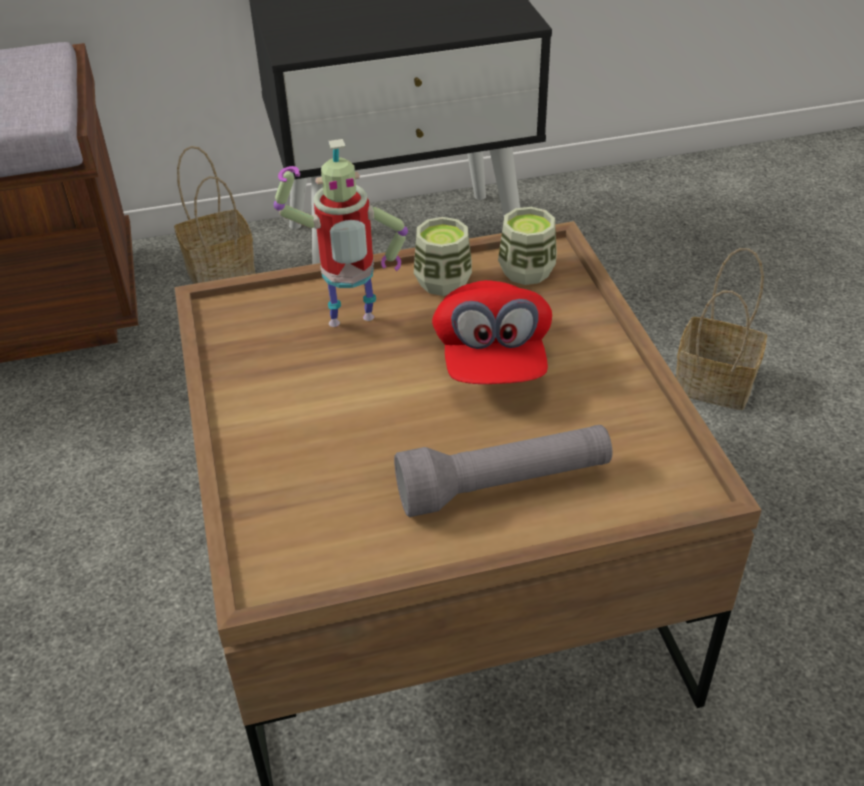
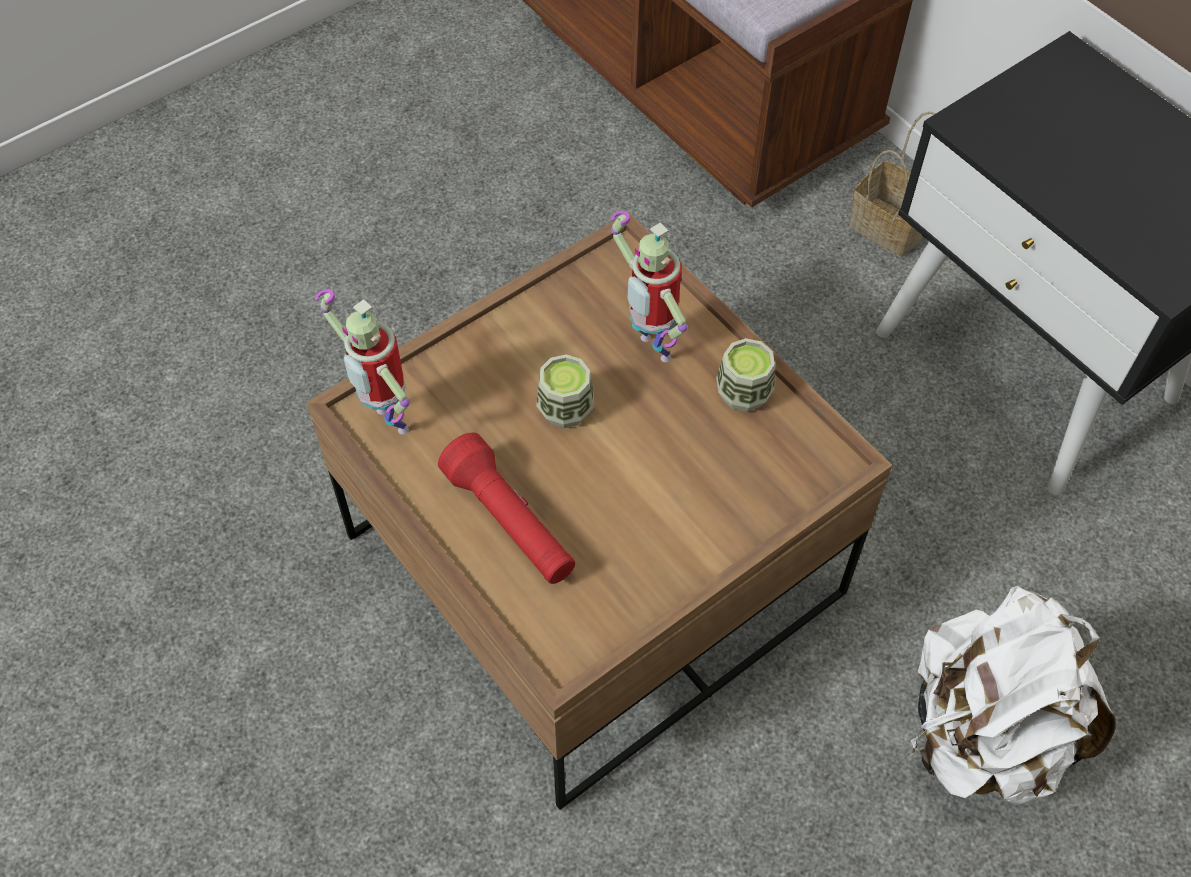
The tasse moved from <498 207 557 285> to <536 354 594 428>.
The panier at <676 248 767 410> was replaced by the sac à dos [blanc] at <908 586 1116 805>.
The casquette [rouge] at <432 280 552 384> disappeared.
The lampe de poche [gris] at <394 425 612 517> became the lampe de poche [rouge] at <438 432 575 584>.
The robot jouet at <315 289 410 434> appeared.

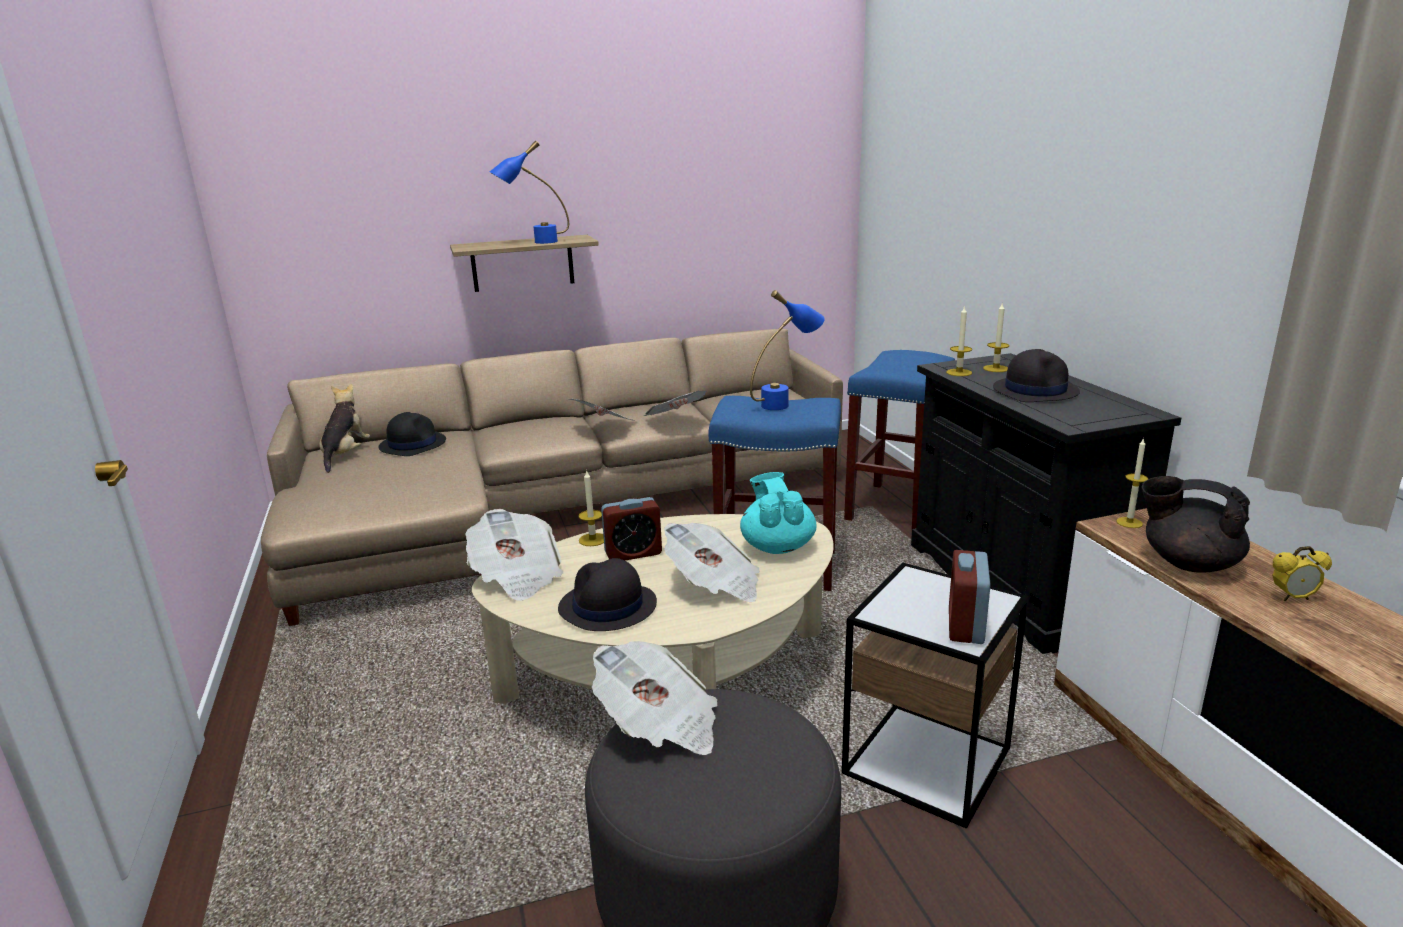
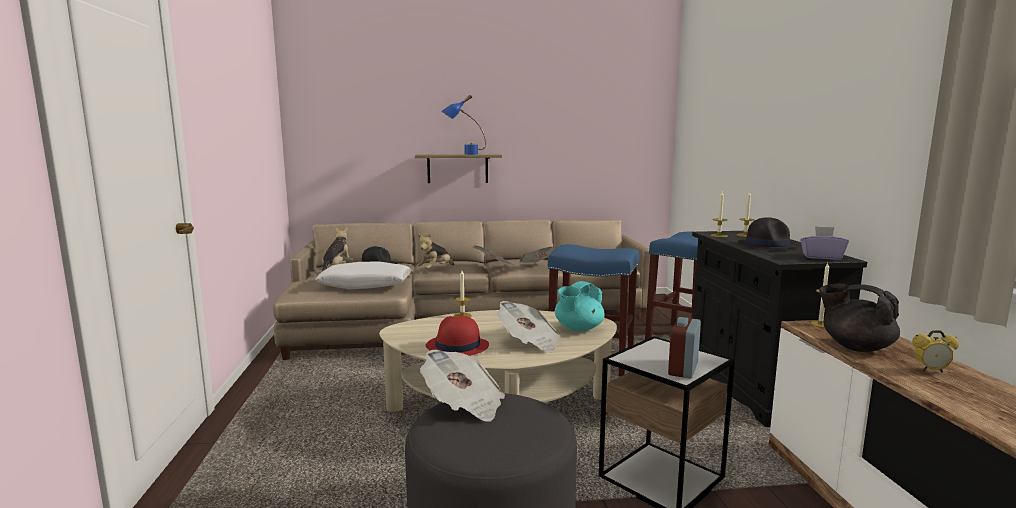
The lampe de table [bleu] at <750 290 825 410> disappeared.
The théière [turquoise] at <740 472 817 554> turned 135 degrees counterclockwise.
The réveil at <601 497 662 561> disappeared.
The journal at <465 509 563 601> disappeared.
The chapeau [noir] at <558 558 657 631> became the chapeau [rouge] at <425 316 489 356>.
The boîte à mouchoirs [violet] at <800 226 849 260> appeared.
The peluche at <417 233 454 269> appeared.
The coussin [blanc] at <315 261 411 289> appeared.

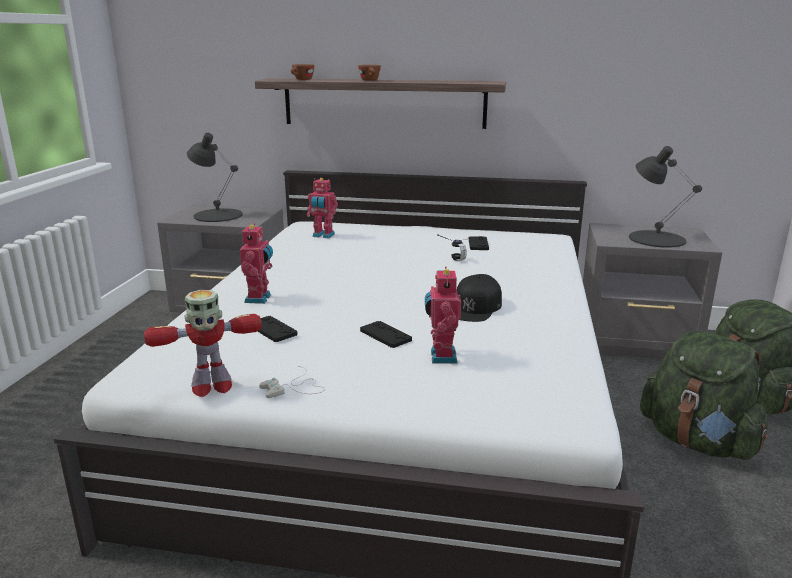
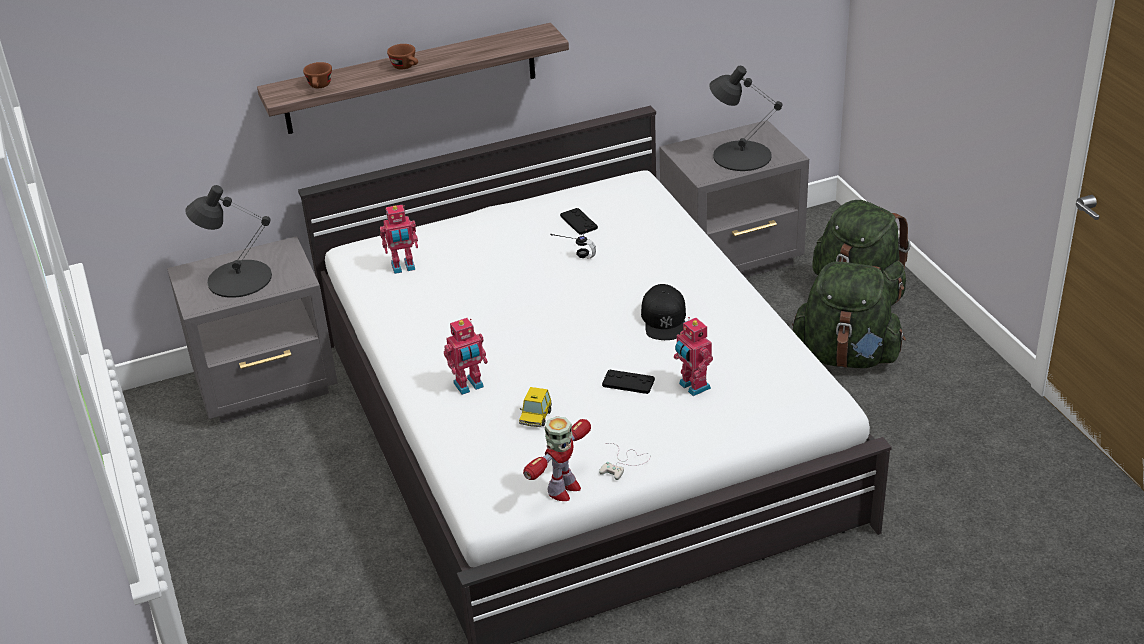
The robot jouet at <240 223 273 304> turned 90 degrees clockwise.
The manette [noir] at <257 316 297 342> was replaced by the petite voiture at <519 387 552 427>.

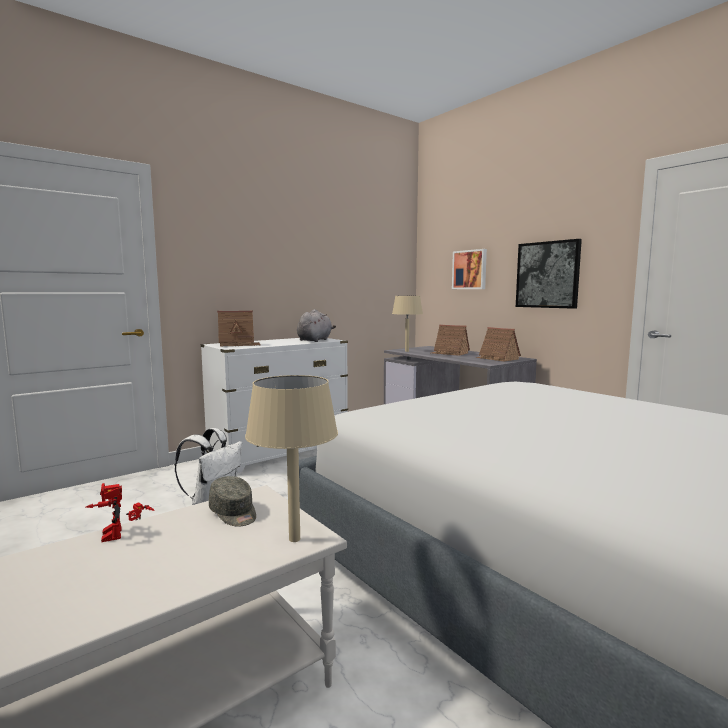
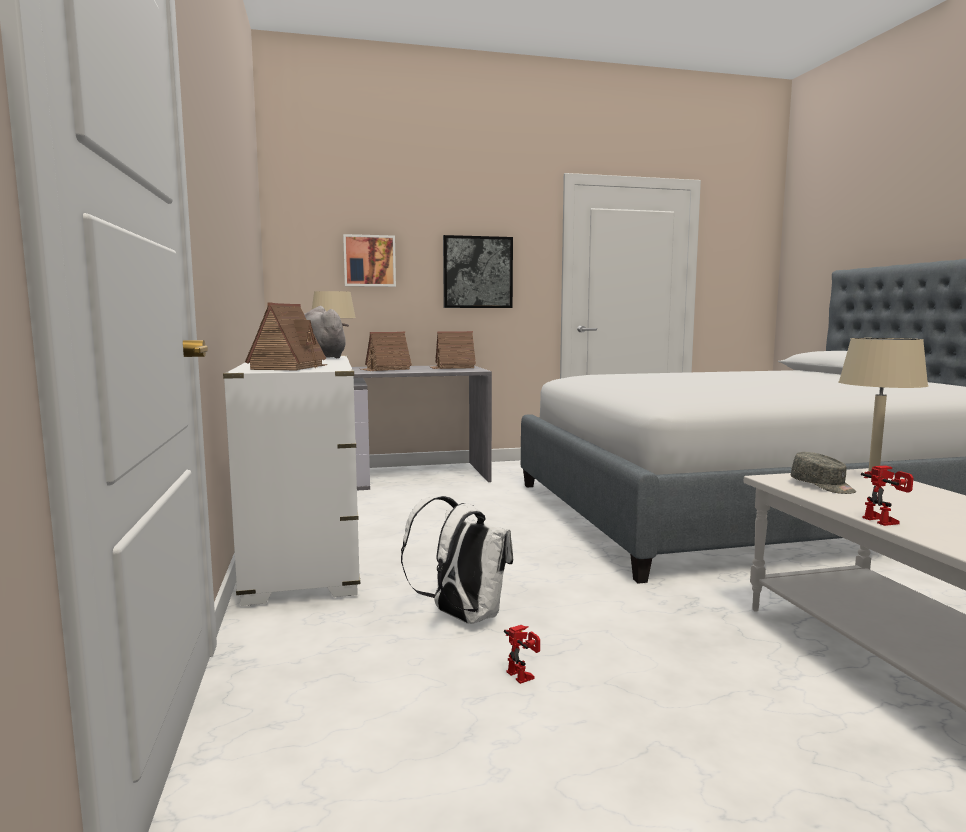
The casquette [gris] at <209 476 256 527> turned 75 degrees clockwise.
The robot jouet at <86 483 122 542> turned 105 degrees counterclockwise.

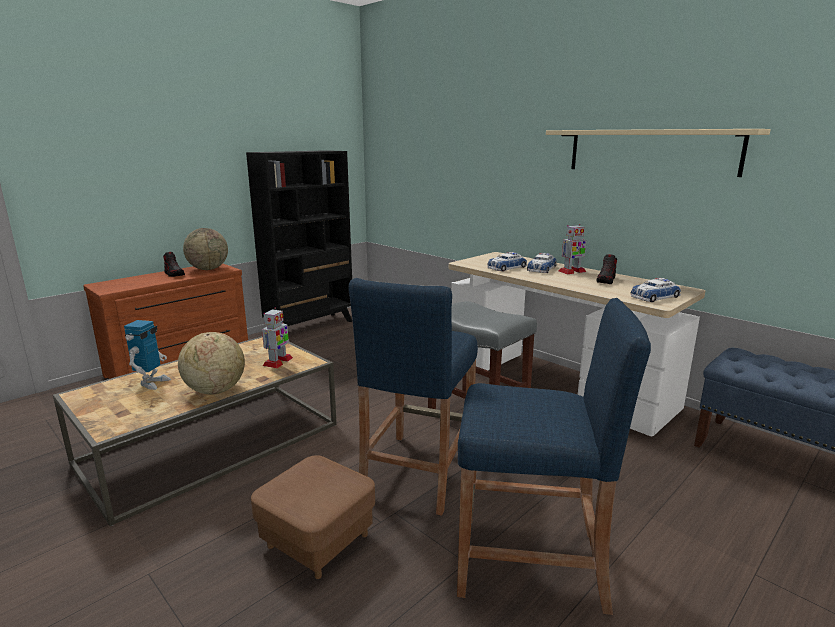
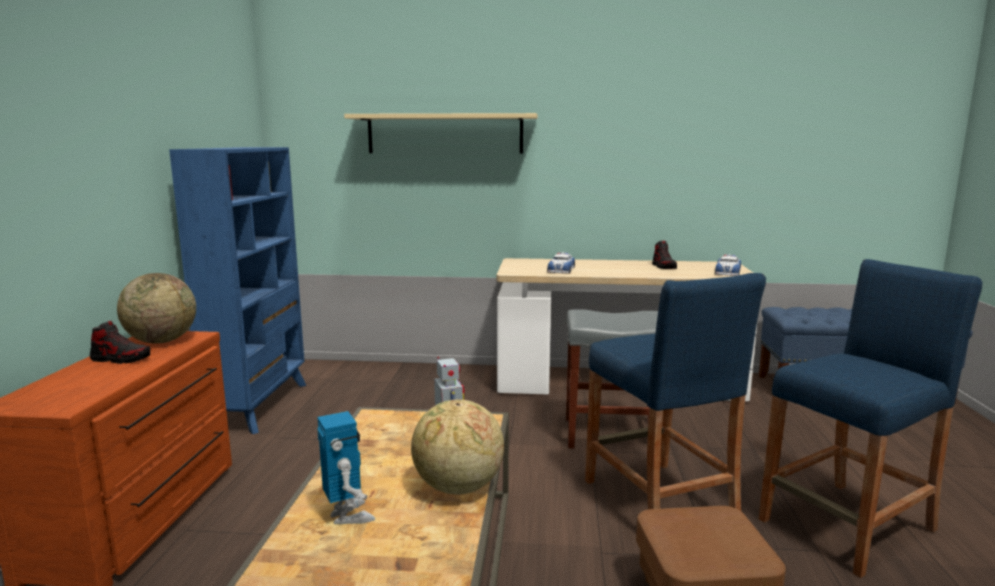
The étagère [beige] moved from <546 129 771 177> to <344 113 538 154>.
The bibliothèque [noir] at <246 150 352 326> became the bibliothèque [bleu] at <169 147 306 434>.
The robot jouet at <558 224 587 274> disappeared.
The petite voiture at <527 253 557 273> disappeared.

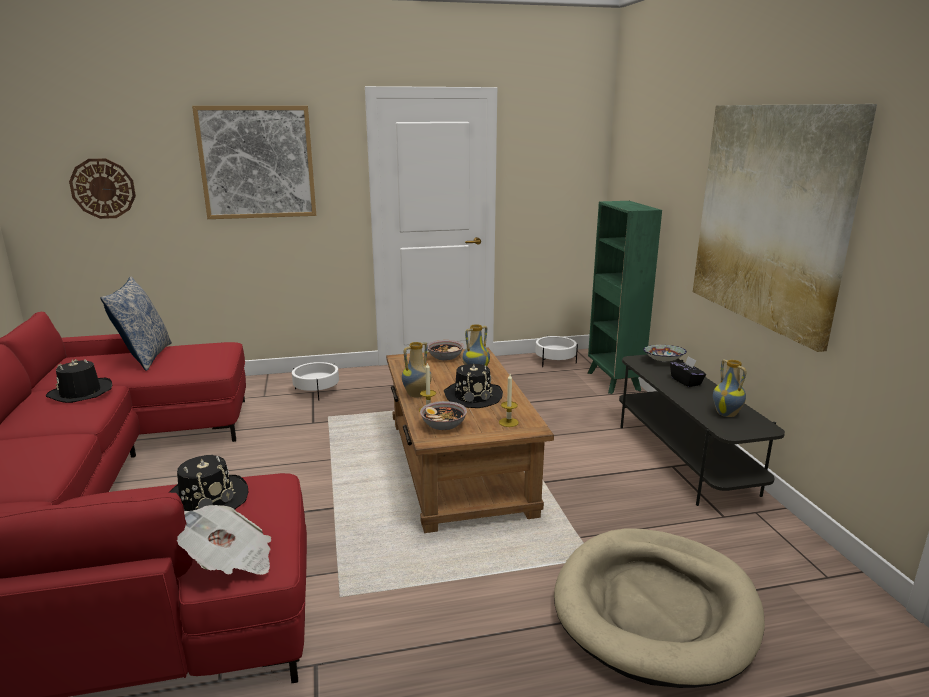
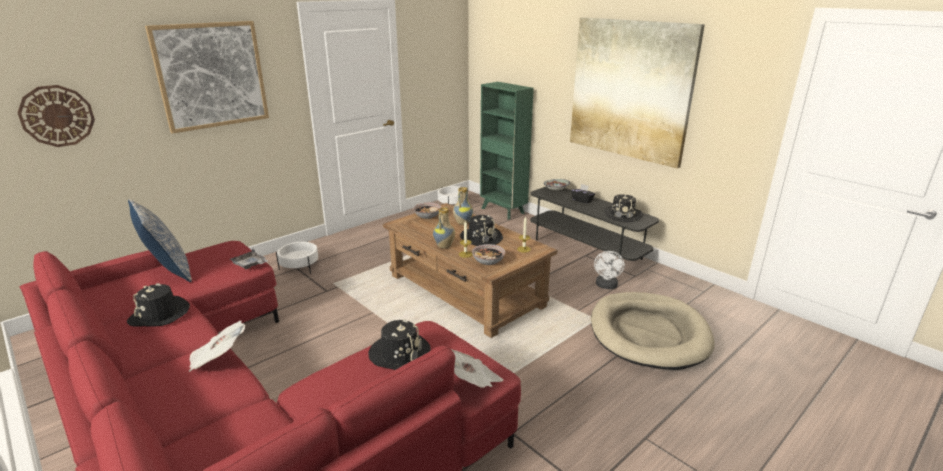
The vase at <713 359 746 417> was replaced by the chapeau [noir] at <604 194 643 222>.
The plateau [gris] at <229 249 268 269> appeared.
The ventilateur [blanc] at <594 251 625 289> appeared.
The journal at <189 320 245 372> appeared.

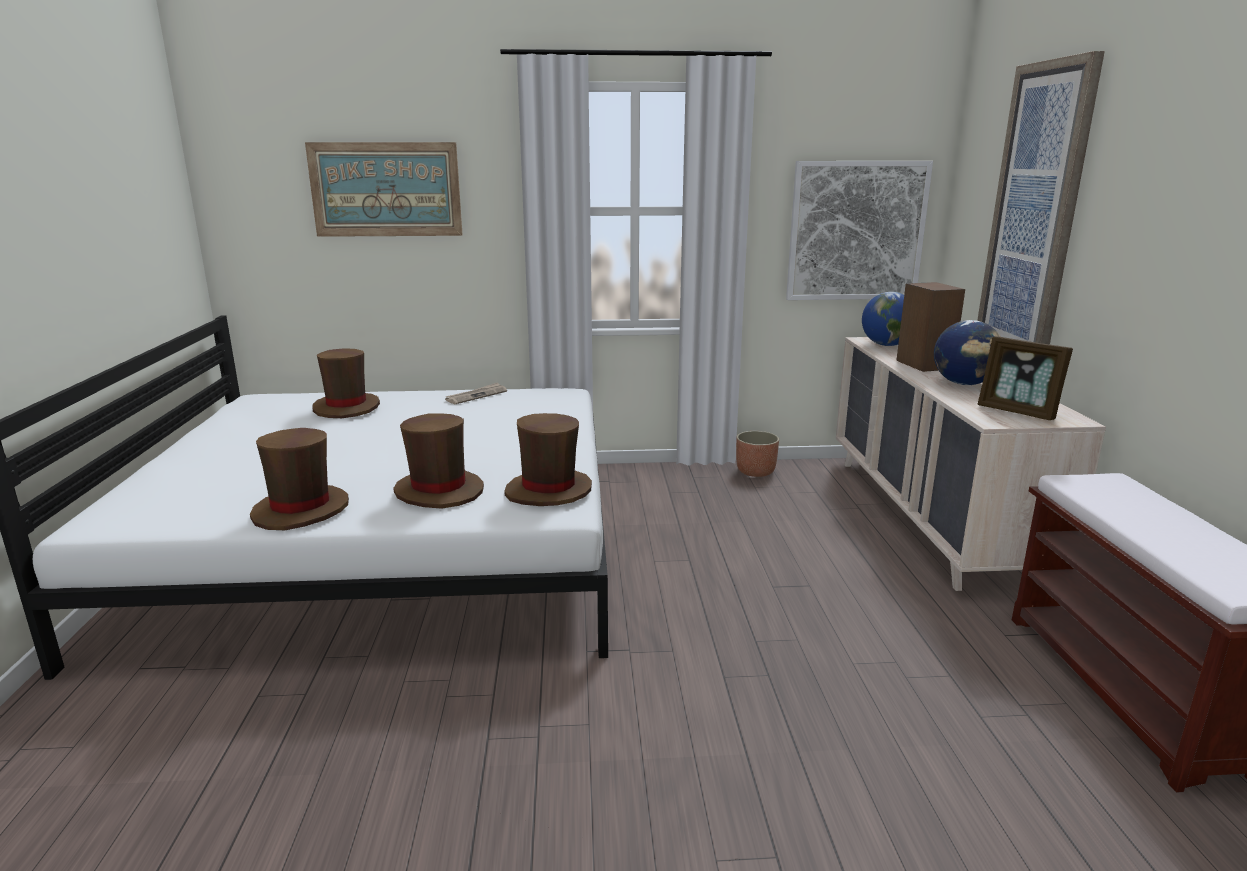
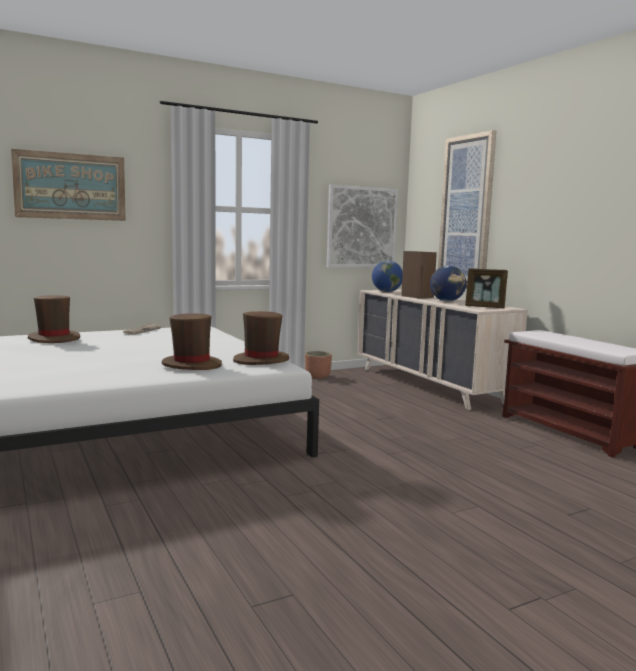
The chapeau [marron] at <250 428 349 530> disappeared.

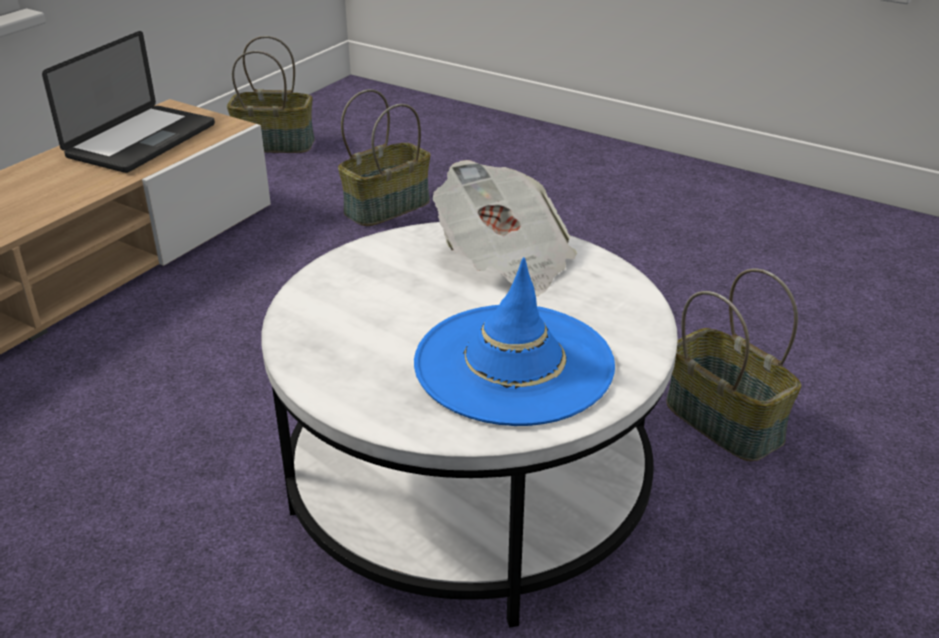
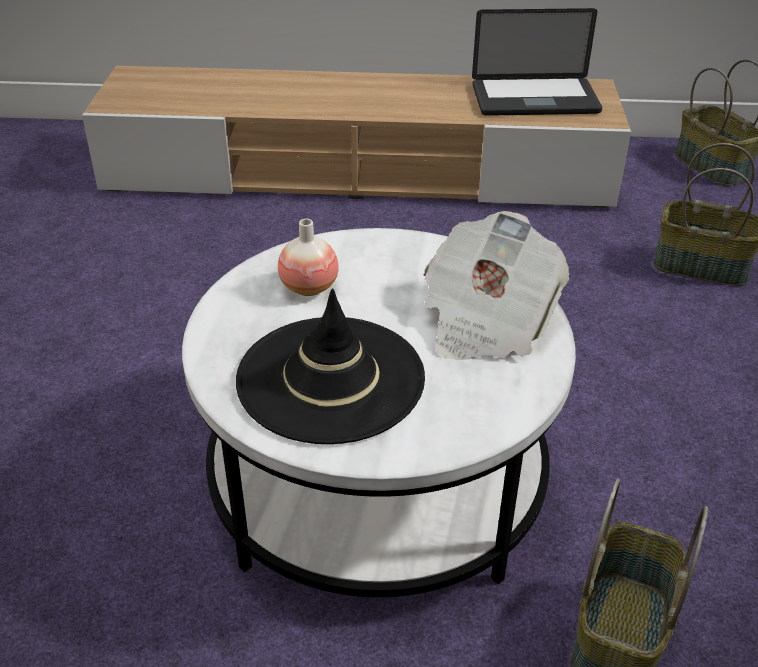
The chapeau [bleu] at <414 257 615 426> became the chapeau [noir] at <236 288 425 444>.
The vase at <278 219 339 296> appeared.

